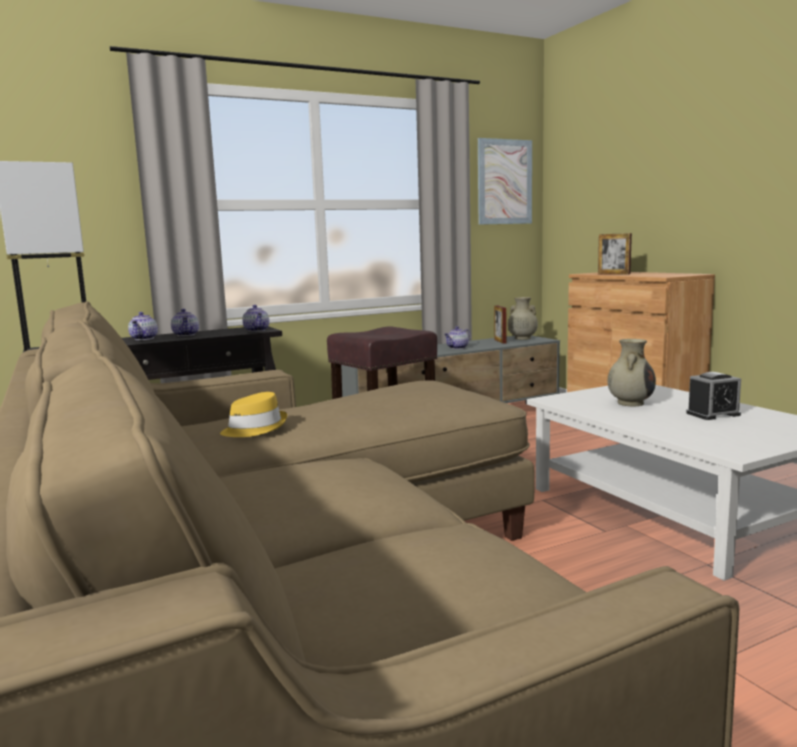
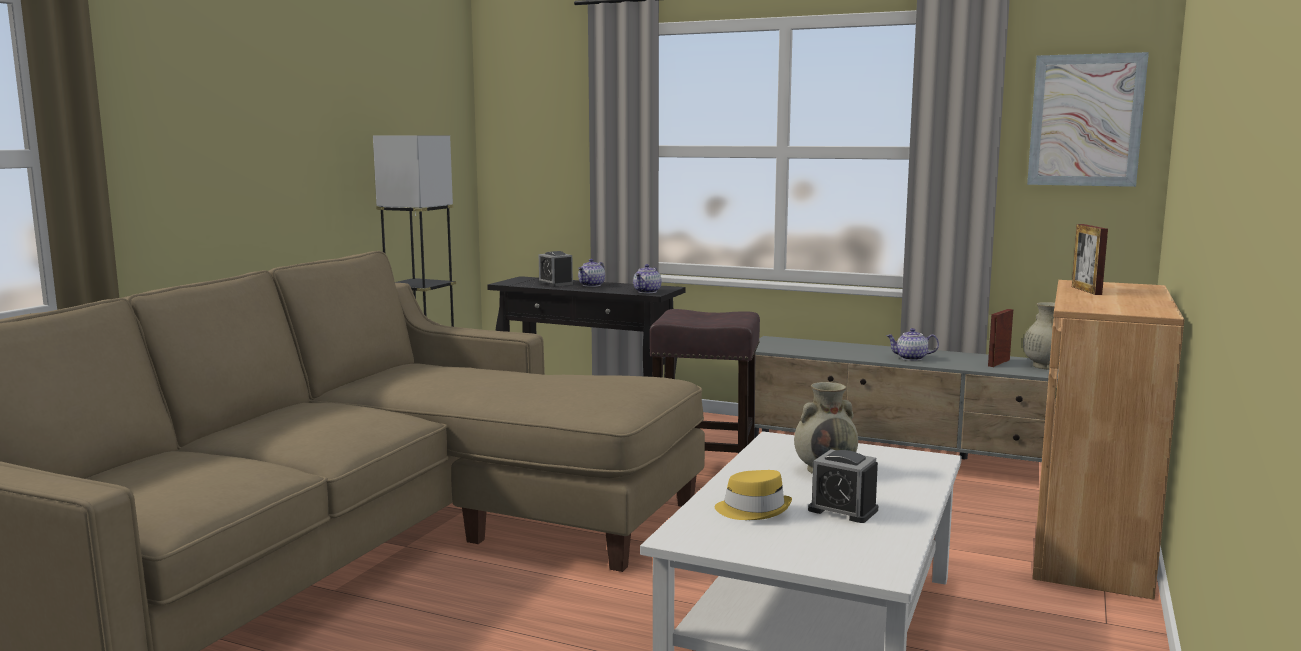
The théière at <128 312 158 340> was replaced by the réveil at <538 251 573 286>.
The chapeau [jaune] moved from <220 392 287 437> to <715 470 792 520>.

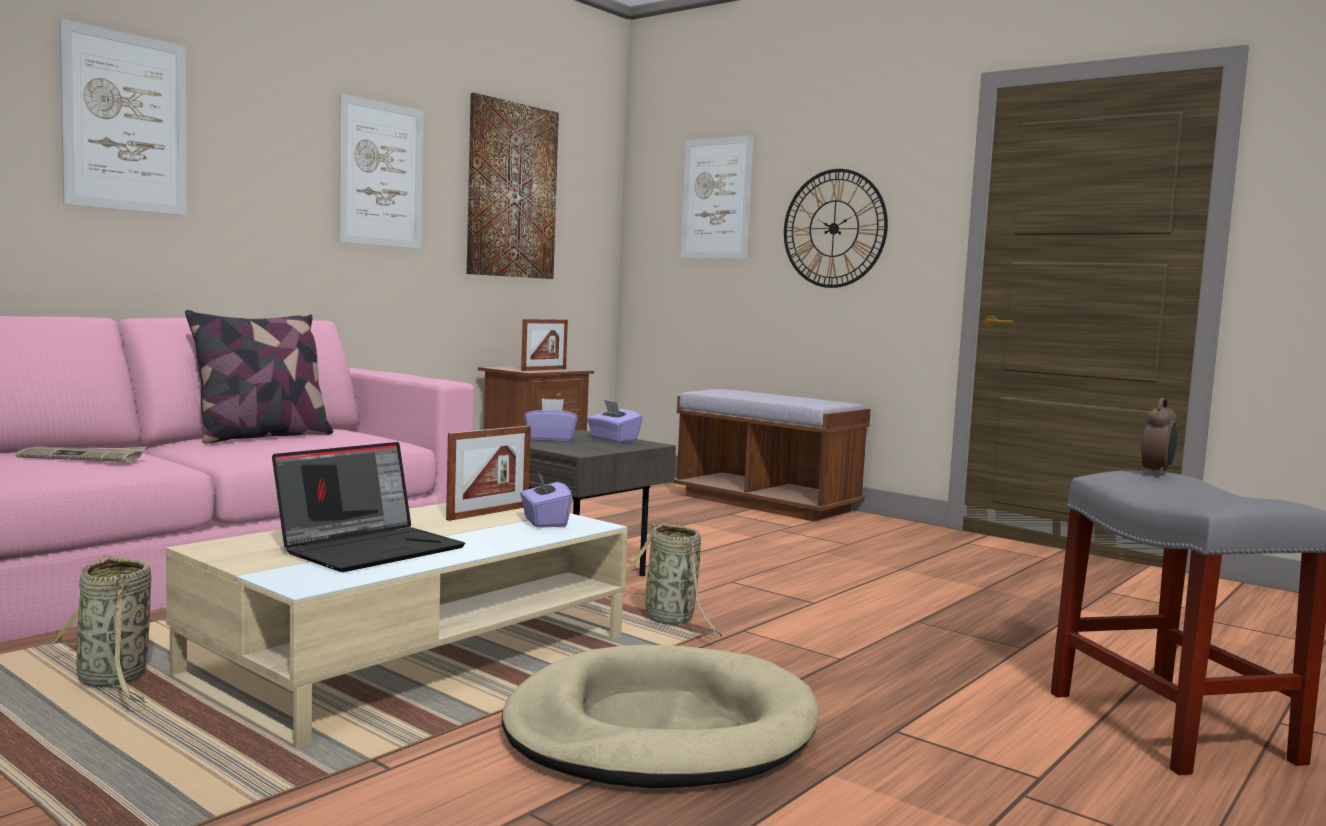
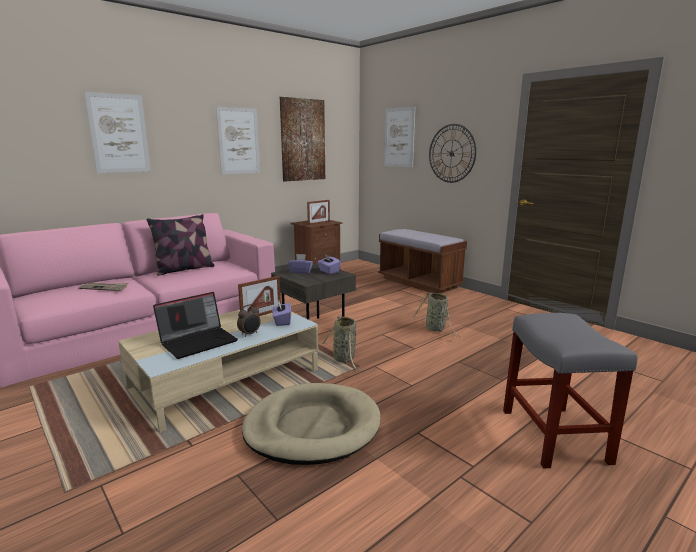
The réveil moved from <1141 398 1177 475> to <237 304 261 337>.
The panier moved from <50 555 152 703> to <413 292 460 337>.

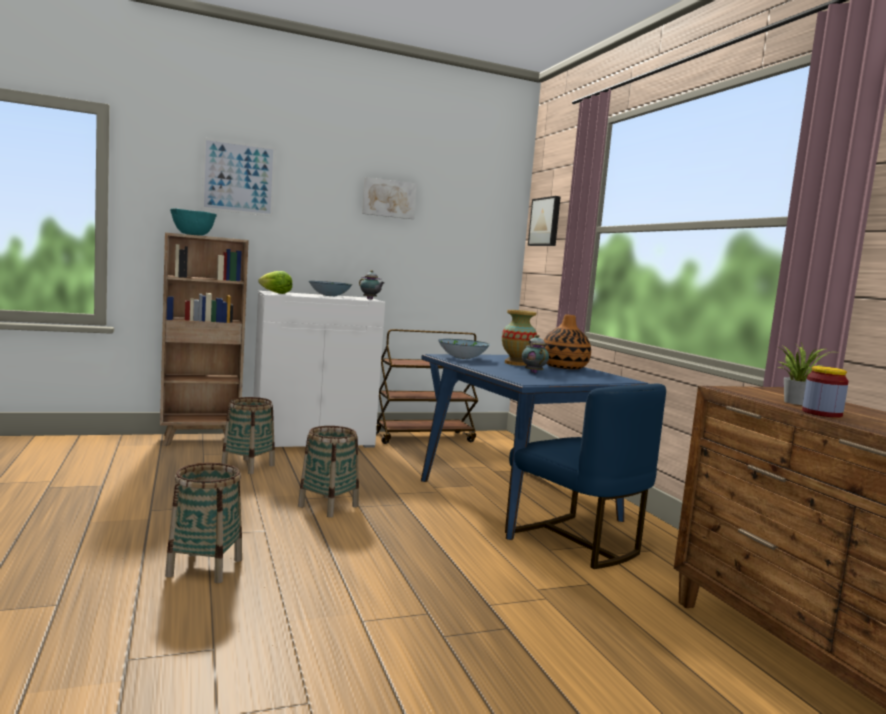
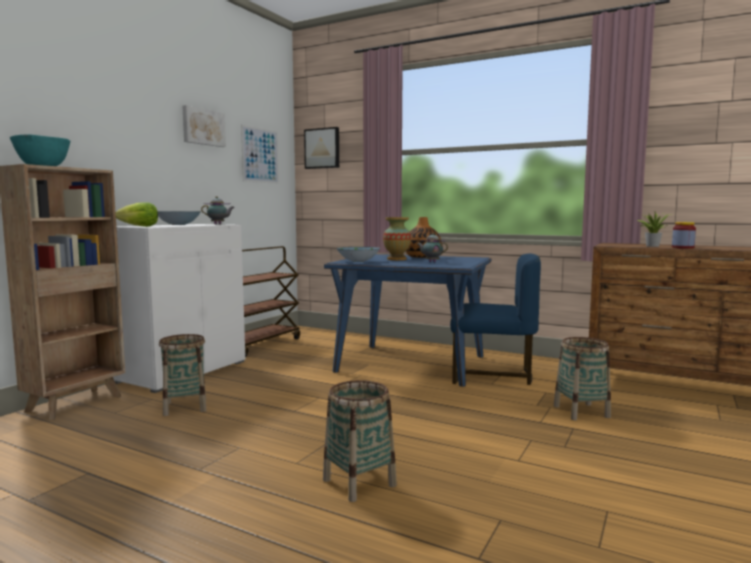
The tableau moved from <201 138 276 216> to <241 125 279 184>.
The panier moved from <298 426 359 518> to <554 337 611 420>.

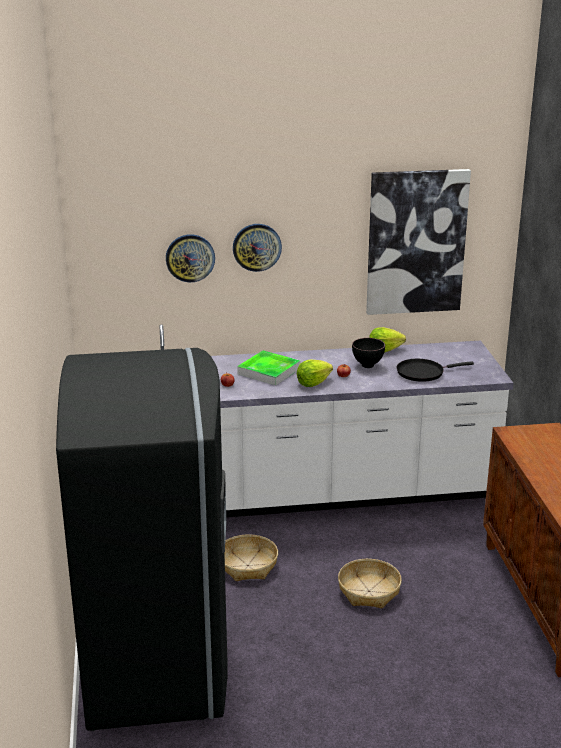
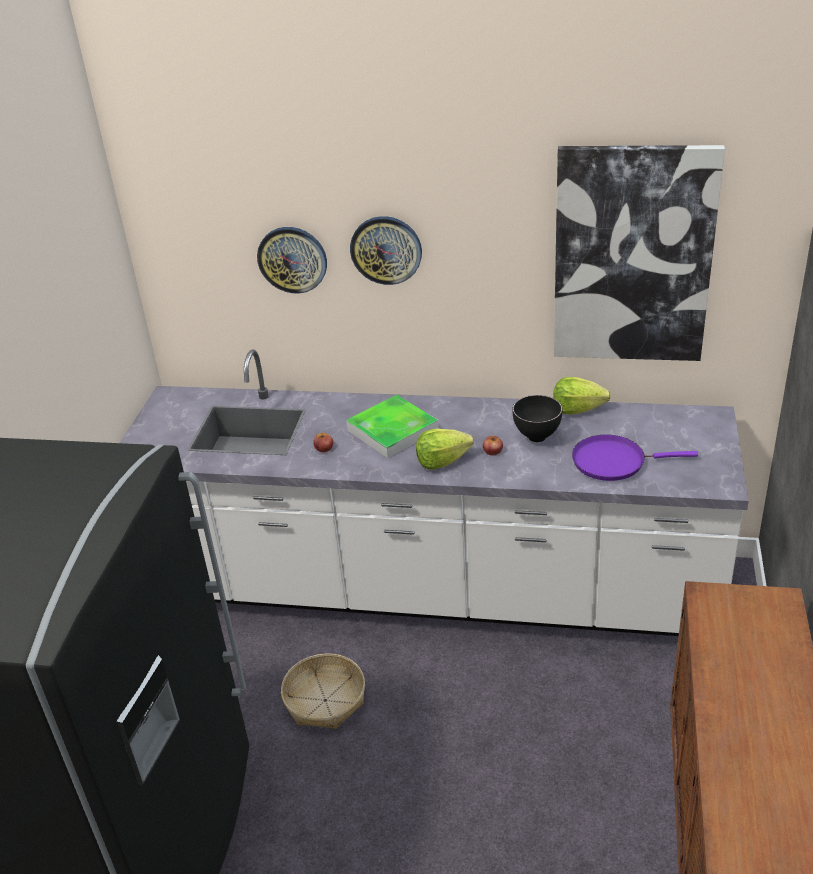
The poêle [noir] at <397 359 474 382> became the poêle [violet] at <572 435 698 481>.
The panier at <338 559 402 608> disappeared.

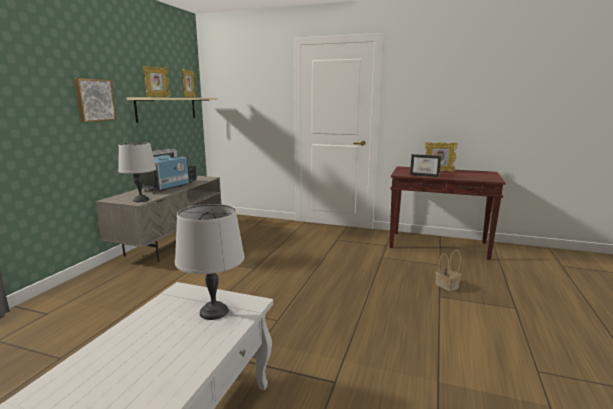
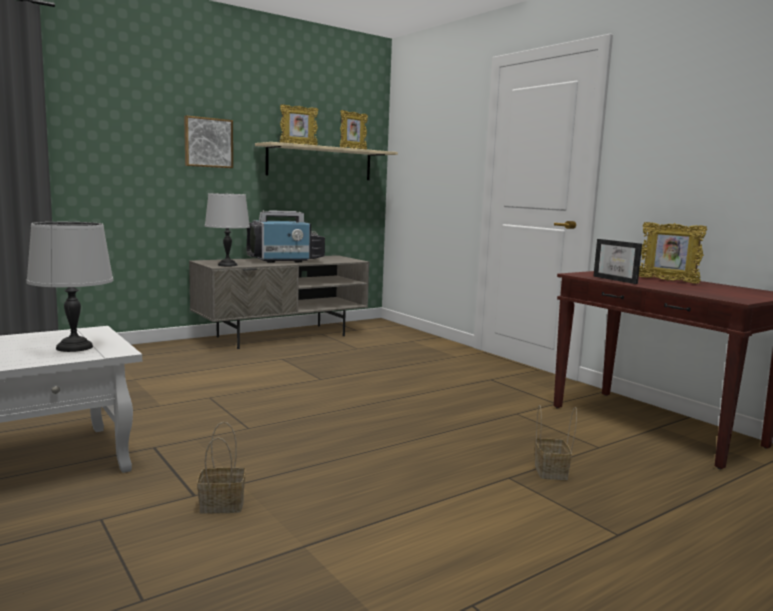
The panier at <197 422 245 514> appeared.

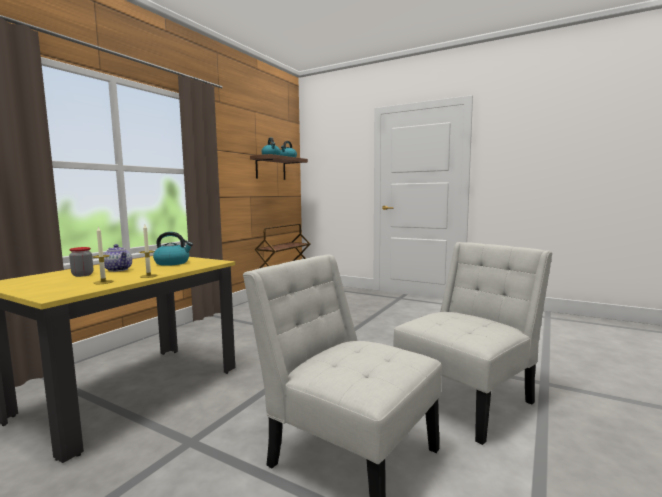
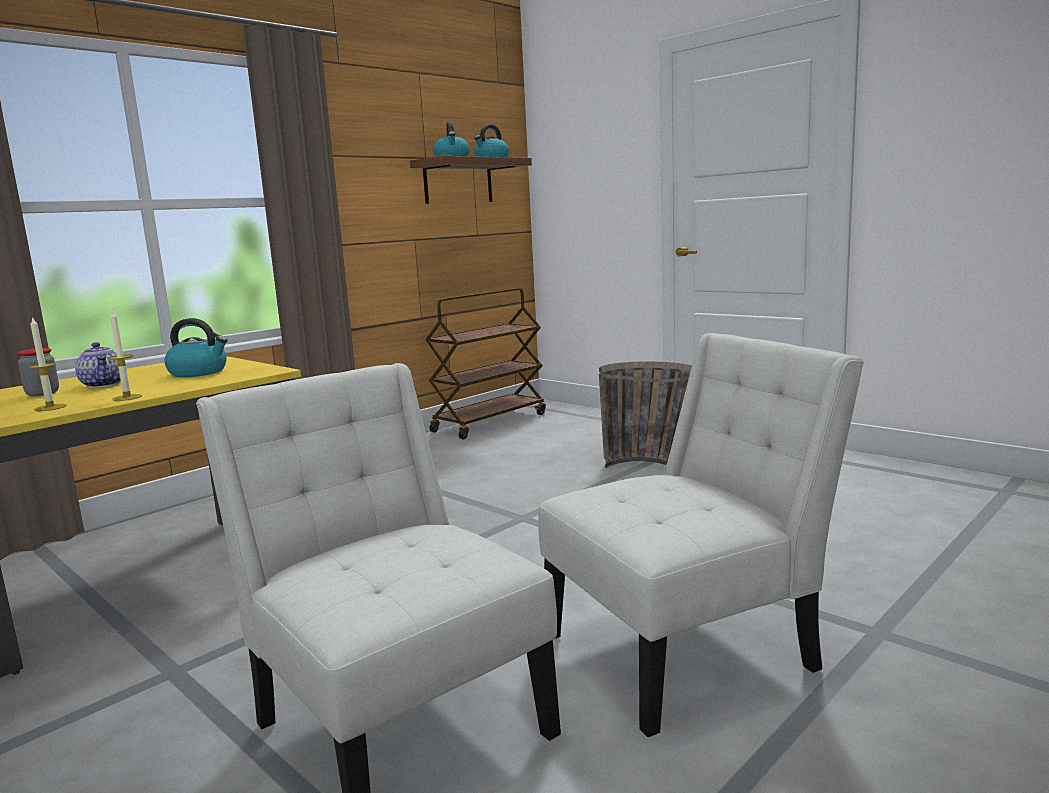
The panier at <599 361 692 469> appeared.

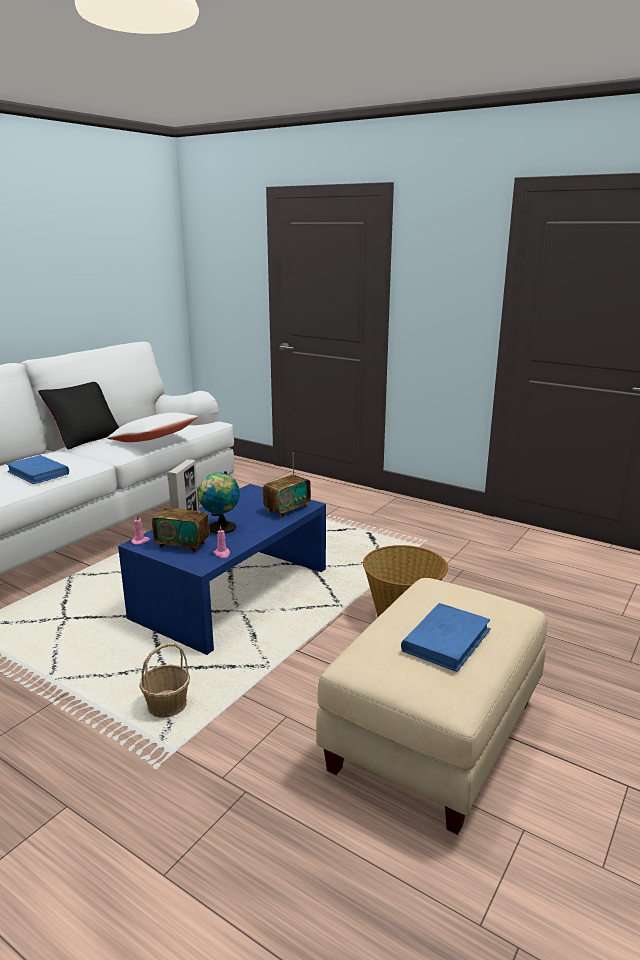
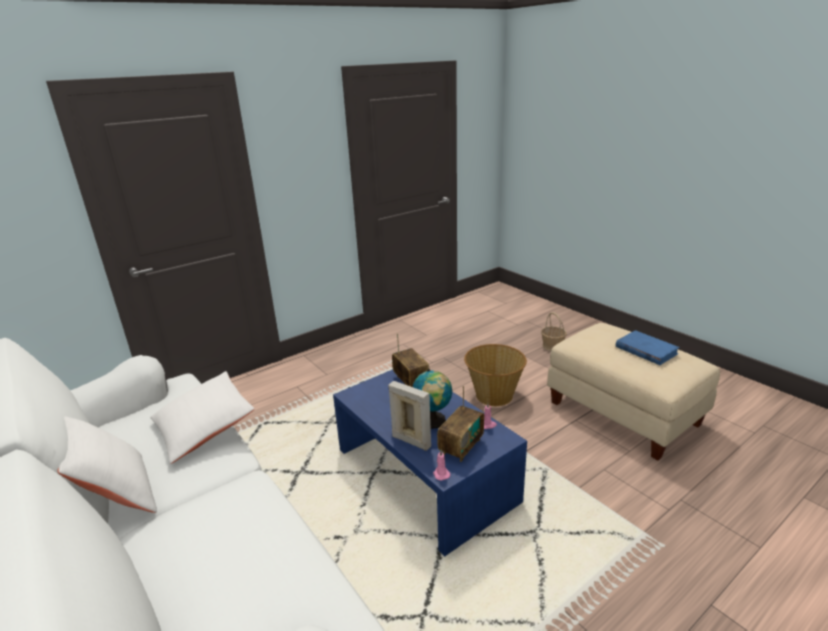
The coussin [noir] at <38 382 120 450> became the coussin [blanc] at <57 416 157 513>.
The livre [bleu] at <7 455 69 484> disappeared.
The panier moved from <139 643 190 718> to <541 312 567 351>.

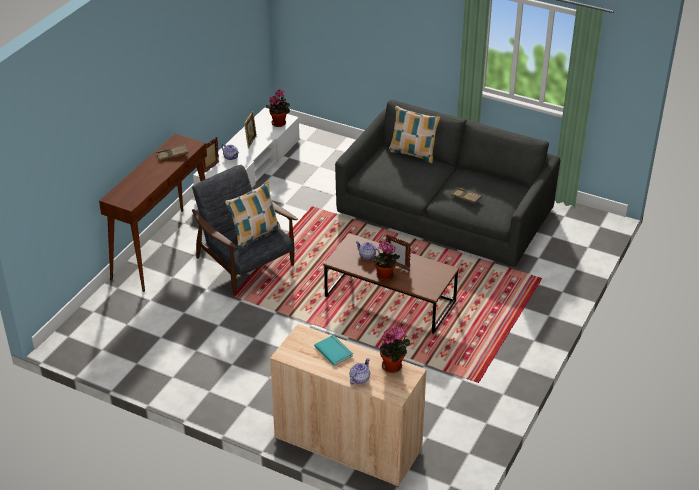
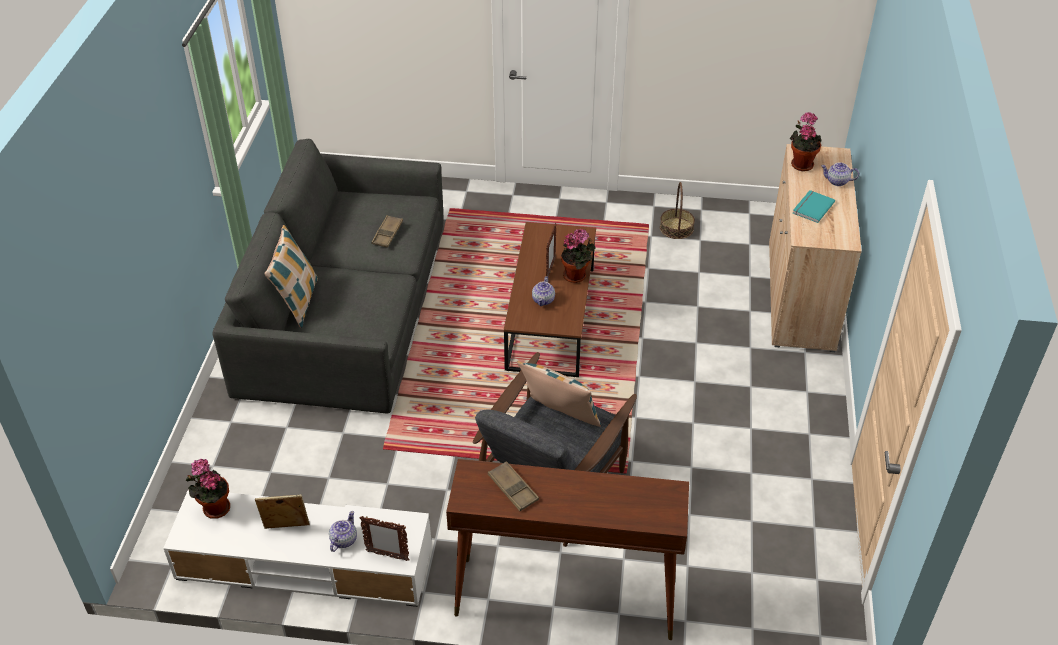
The panier at <660 182 695 239> appeared.

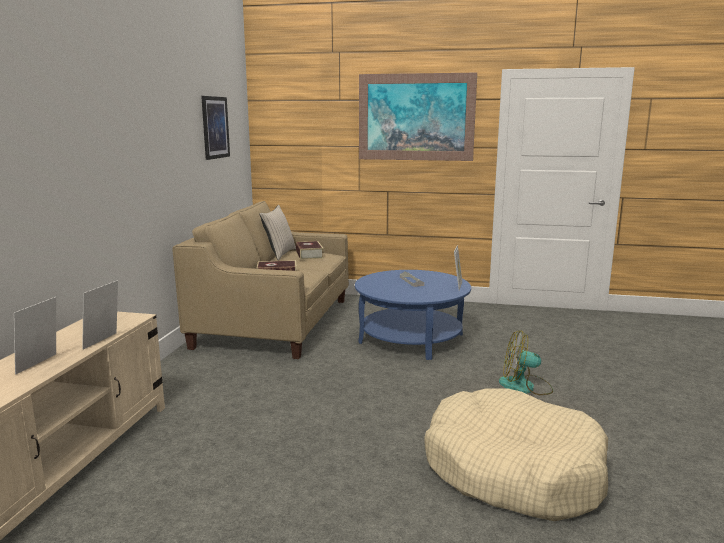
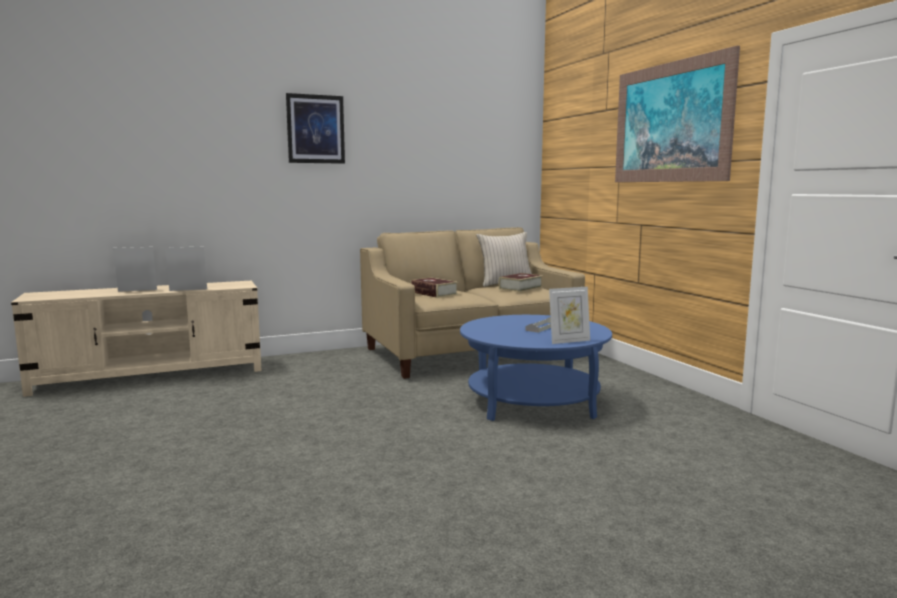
The tableau moved from <201 96 230 160> to <286 93 345 164>.
The ventilateur at <499 330 553 395> disappeared.
The panier pour chien [beige] at <424 388 608 521> disappeared.

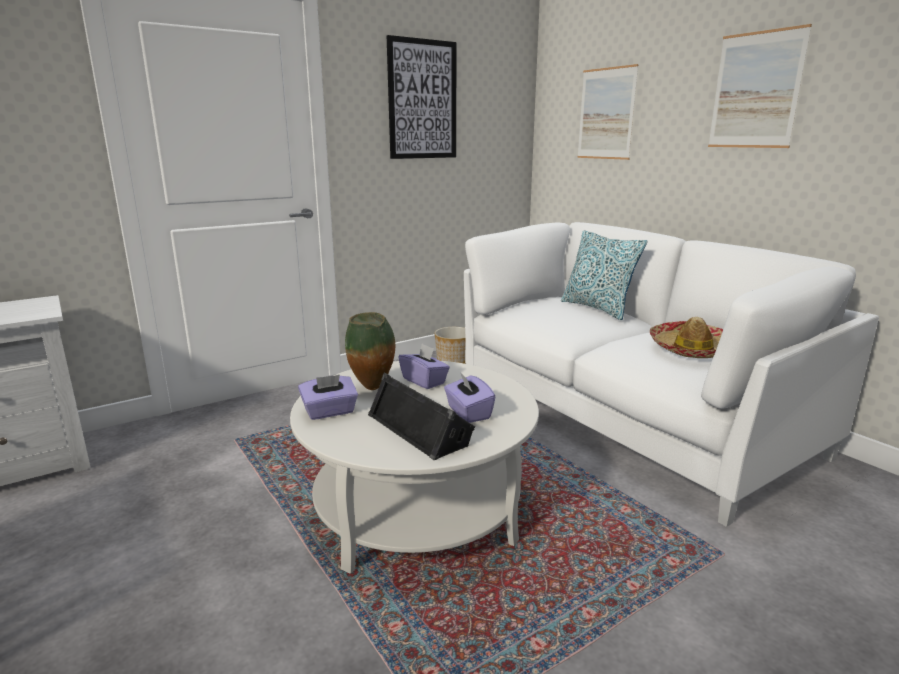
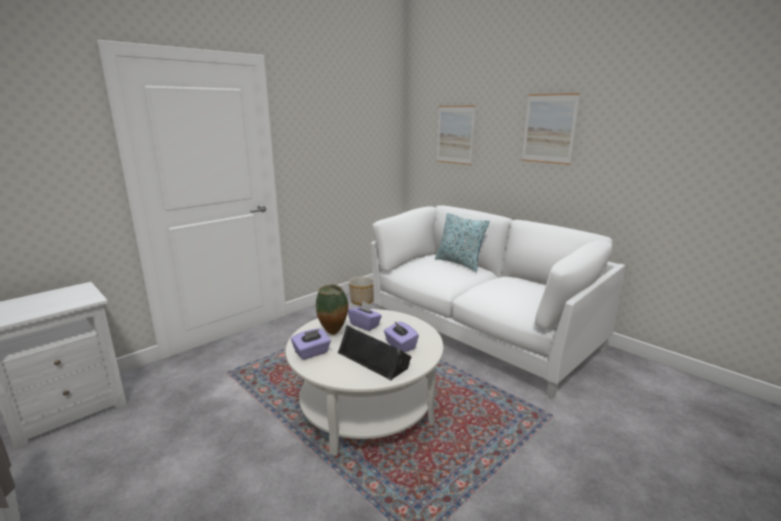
The tableau at <387 35 457 159> disappeared.
The chapeau at <650 317 723 358> disappeared.

